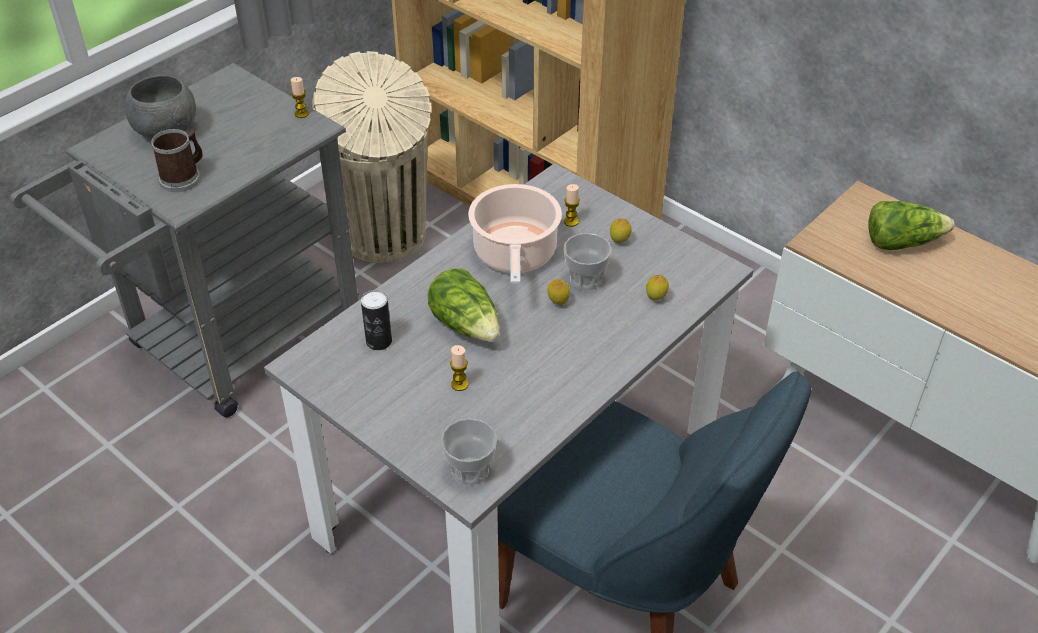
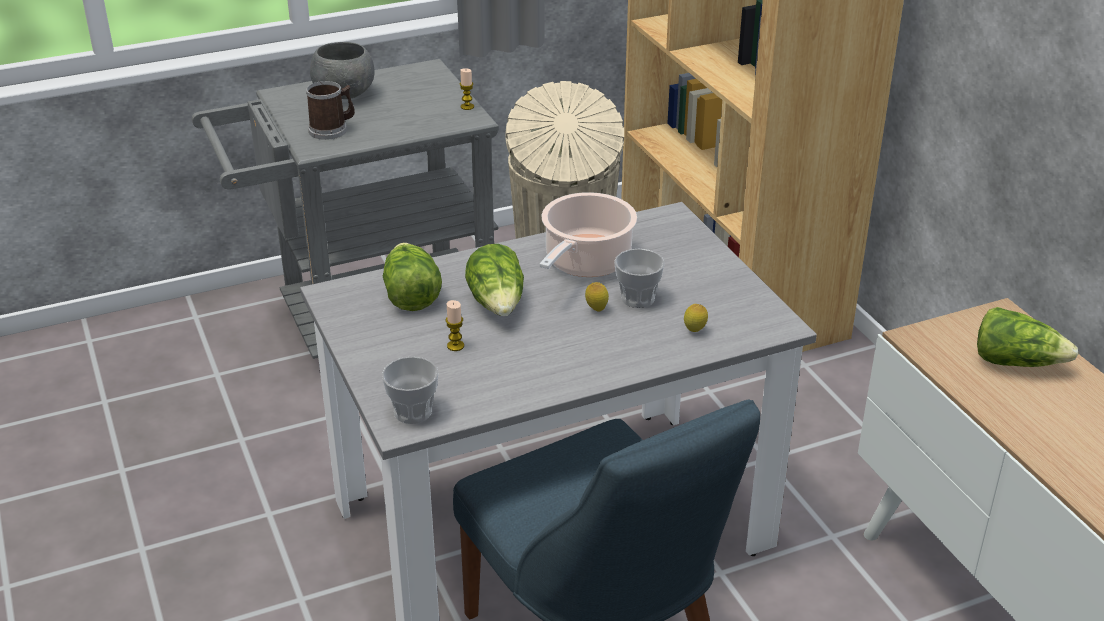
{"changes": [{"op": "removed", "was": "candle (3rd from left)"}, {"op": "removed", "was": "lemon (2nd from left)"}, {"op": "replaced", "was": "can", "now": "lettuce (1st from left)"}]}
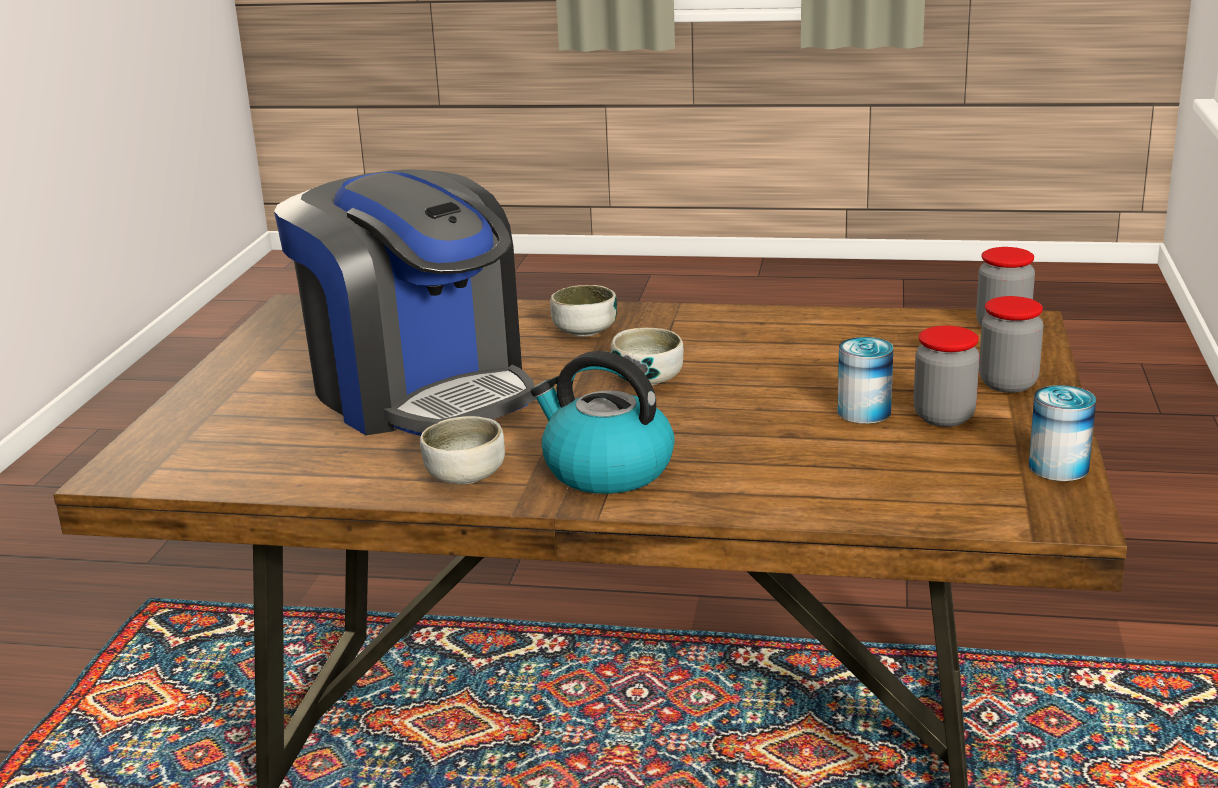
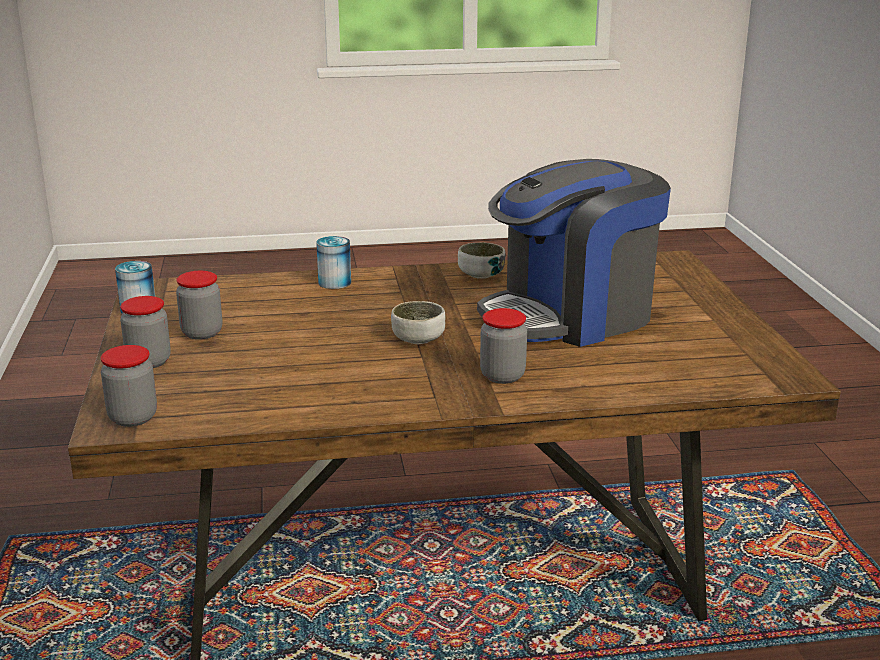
{"changes": [{"op": "removed", "was": "kettle"}, {"op": "moved", "was": "can (1st from left in the first image)", "now": "can (2nd from left)"}, {"op": "replaced", "was": "bowl (2nd from left)", "now": "jar (4th from left)"}, {"op": "turned", "was": "coffee machine", "clockwise": -60}]}
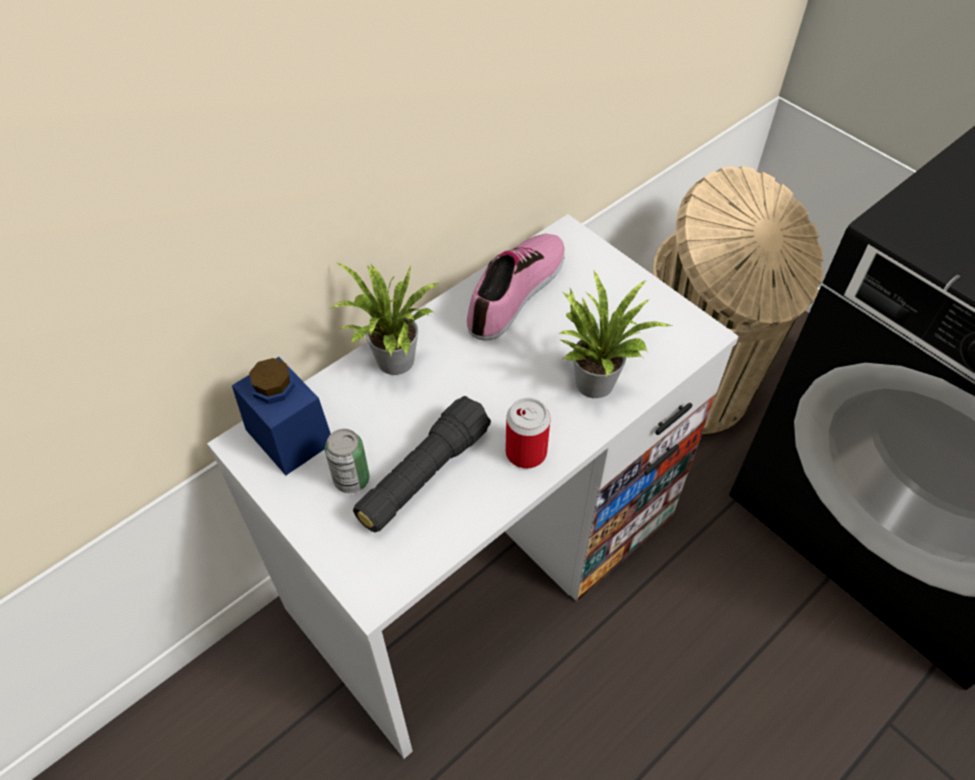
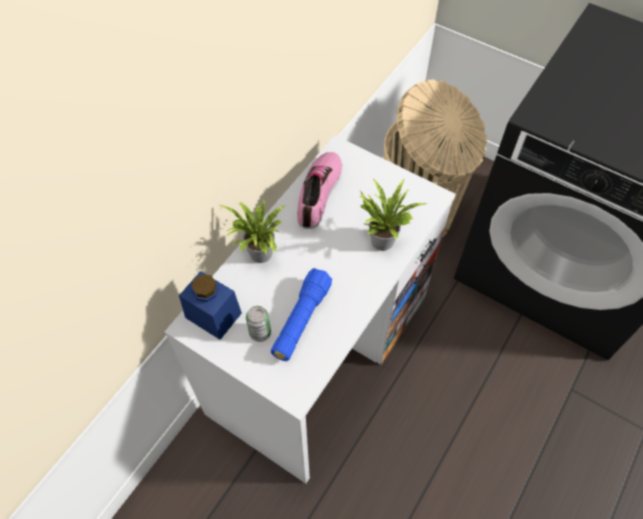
{"changes": [{"op": "removed", "was": "can (2nd from left)"}, {"op": "recoloured", "was": "black flashlight", "now": "blue flashlight"}]}
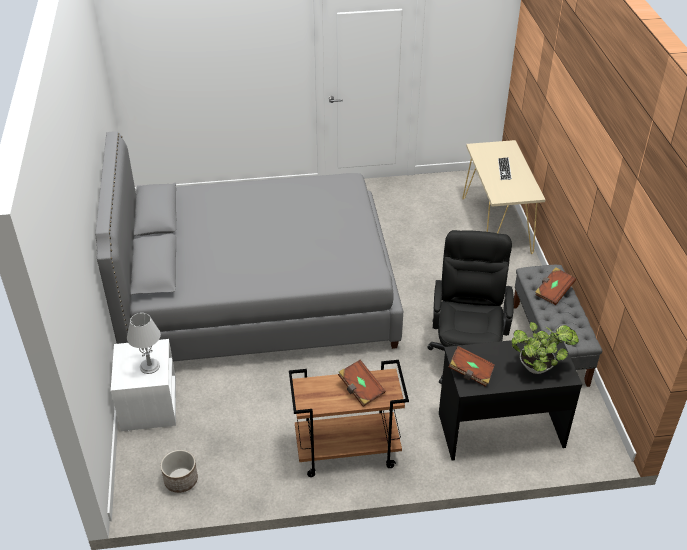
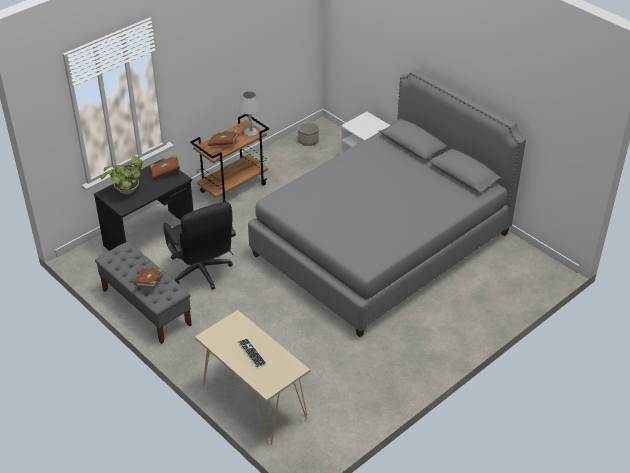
{"changes": [{"op": "moved", "was": "grey table lamp"}]}
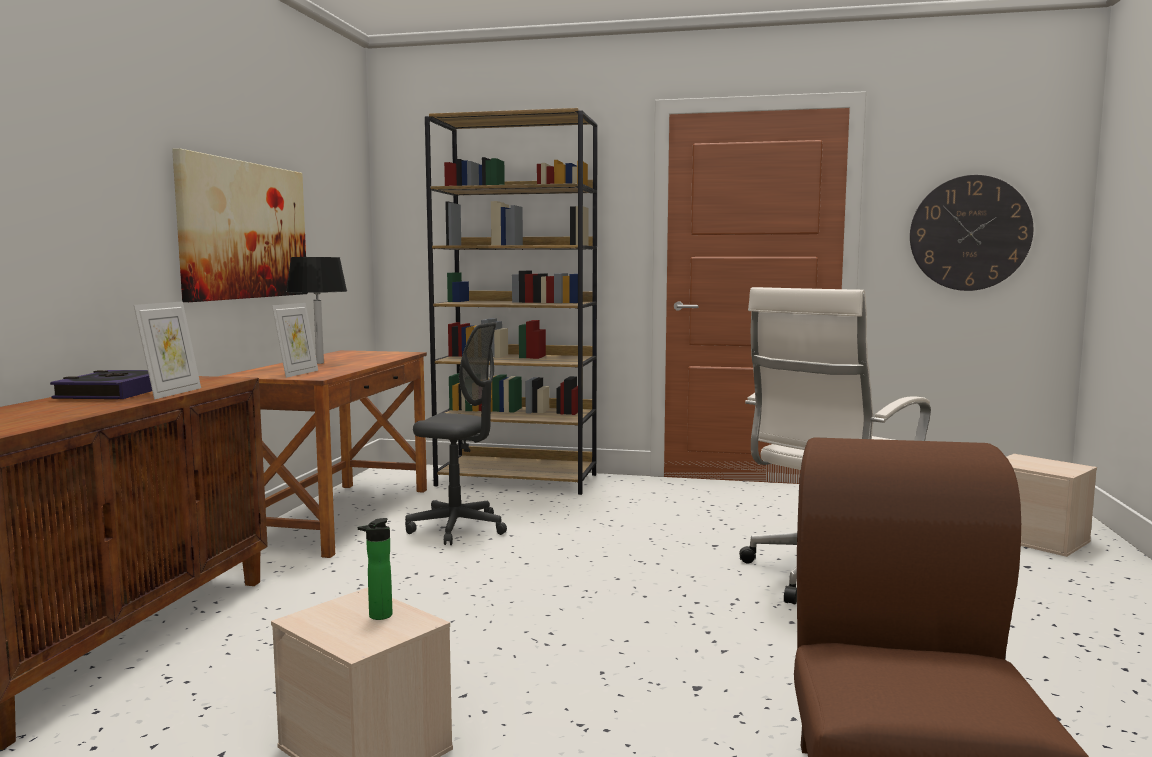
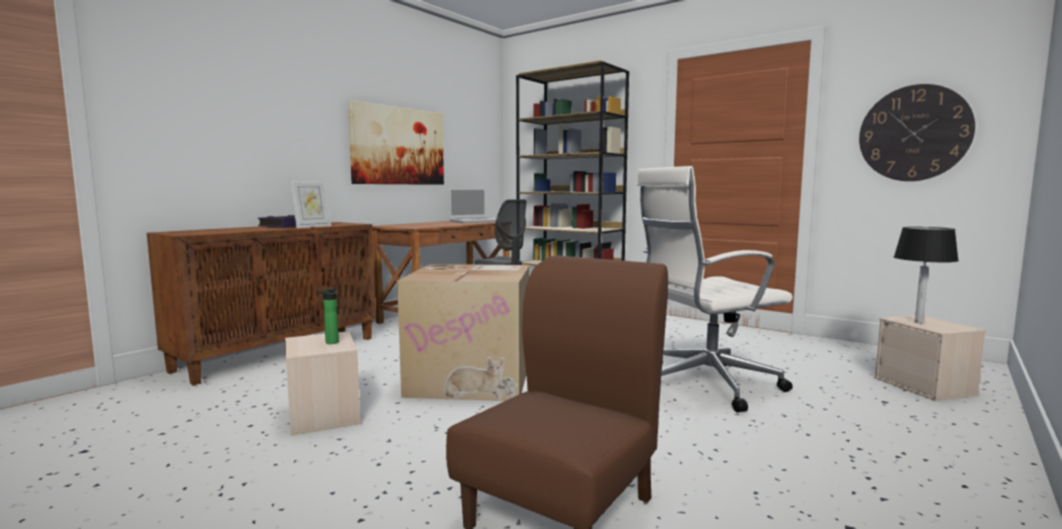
{"changes": [{"op": "removed", "was": "picture frame (2nd from left)"}, {"op": "added", "now": "cardboard box"}, {"op": "added", "now": "laptop"}, {"op": "moved", "was": "black table lamp"}]}
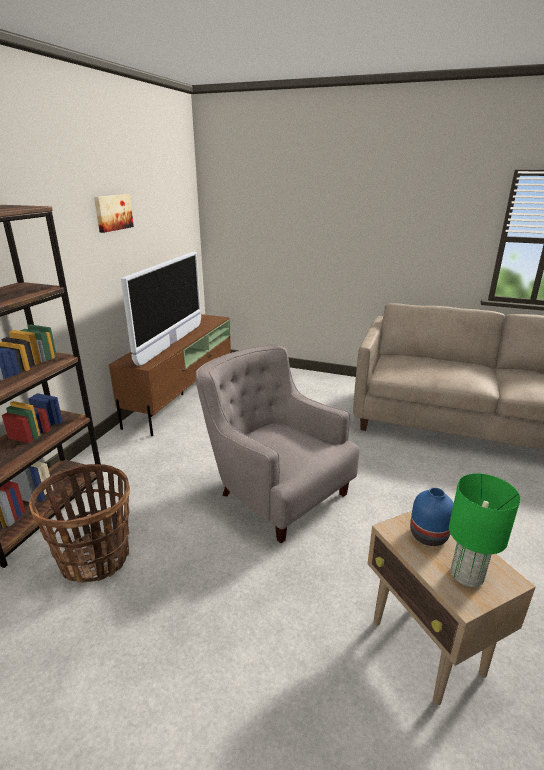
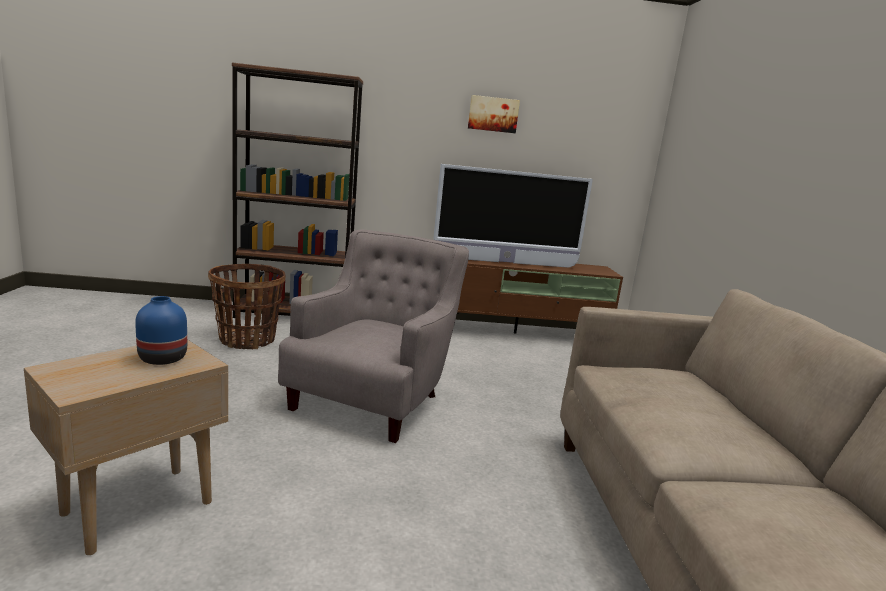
{"changes": [{"op": "removed", "was": "green table lamp"}]}
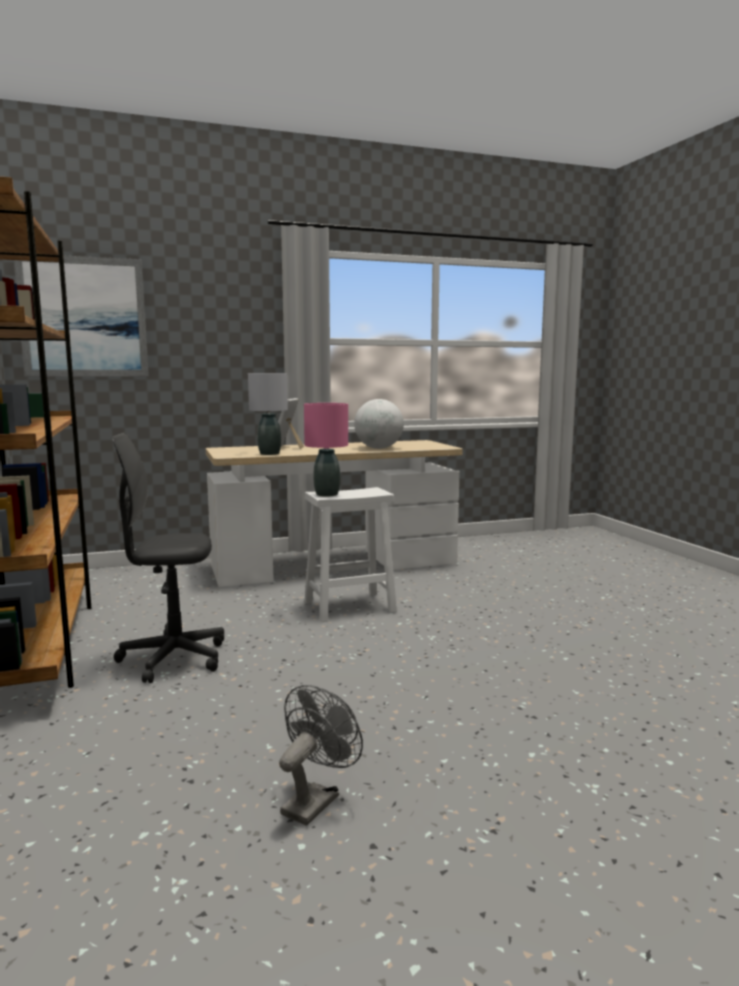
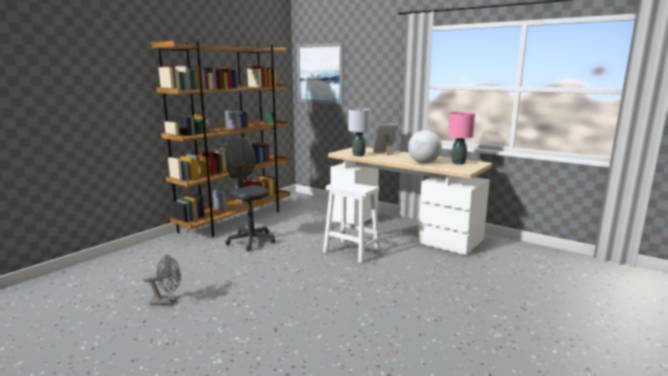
{"changes": [{"op": "moved", "was": "pink table lamp"}]}
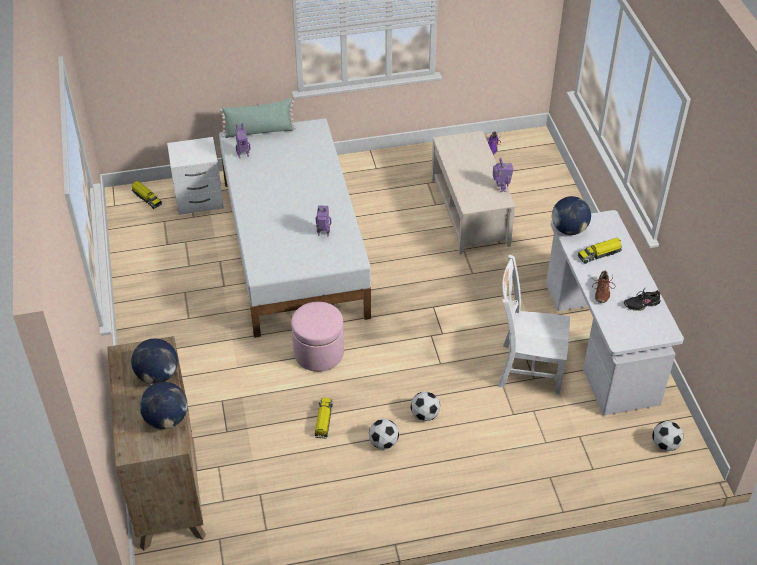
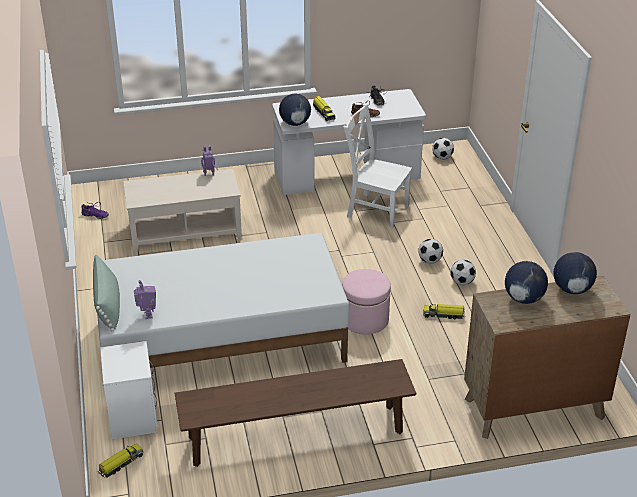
{"changes": [{"op": "removed", "was": "toy robot (2nd from left)"}, {"op": "added", "now": "brown bench"}, {"op": "turned", "was": "white chair", "clockwise": 105}]}
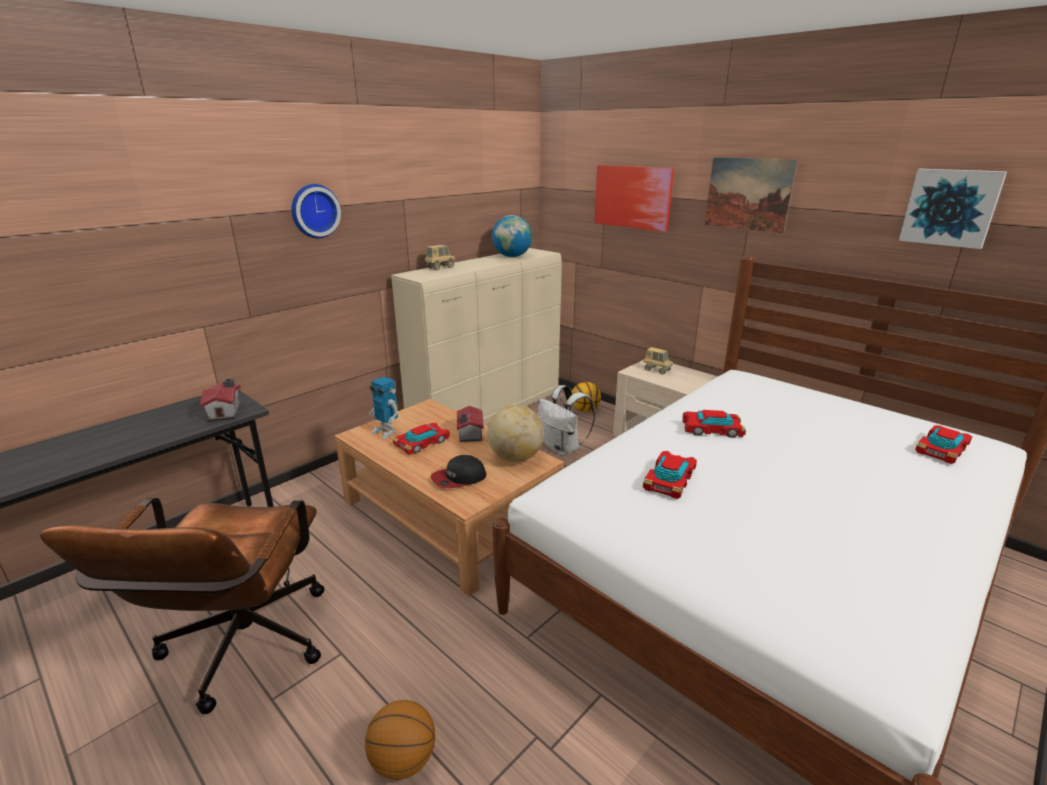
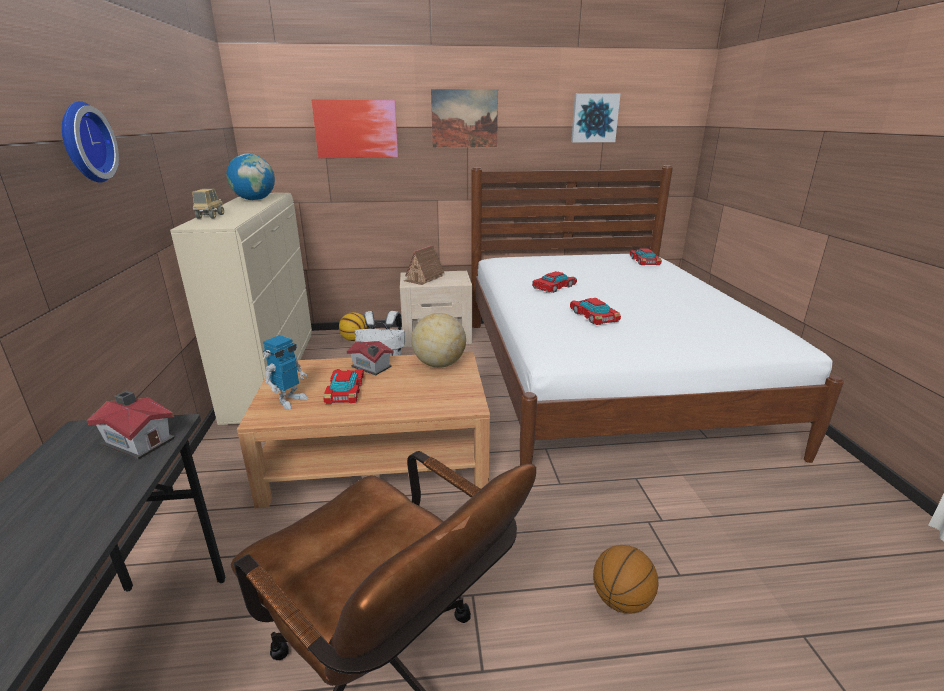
{"changes": [{"op": "removed", "was": "cap"}, {"op": "replaced", "was": "toy truck (2nd from left)", "now": "toy house (3rd from left)"}, {"op": "turned", "was": "toy robot", "clockwise": -45}]}
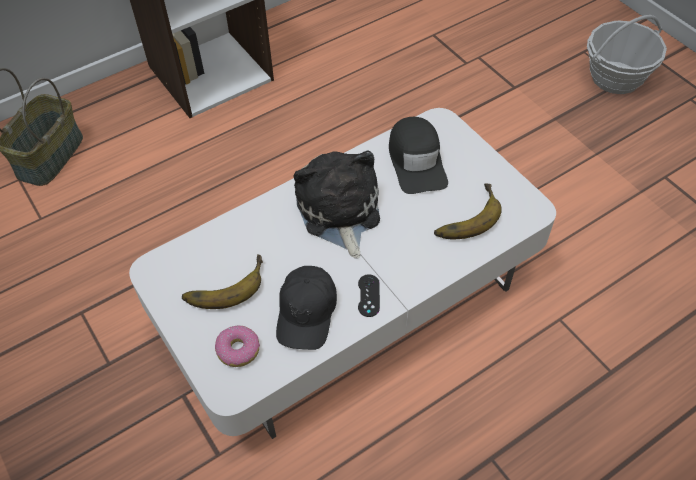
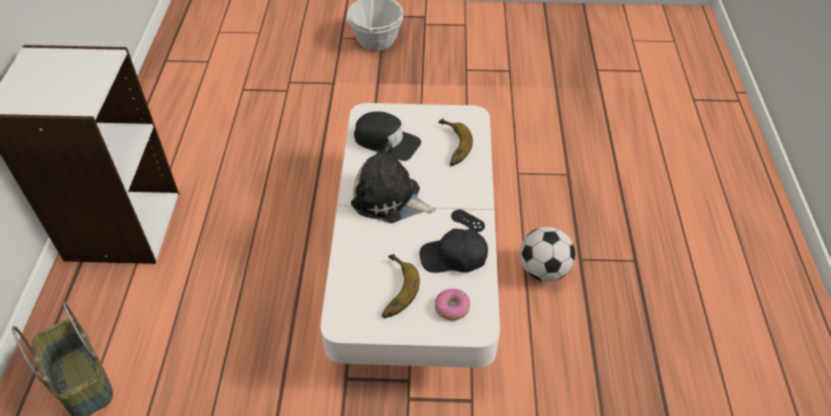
{"changes": [{"op": "added", "now": "football"}, {"op": "turned", "was": "black cap (1st from left in the first image)", "clockwise": 135}]}
